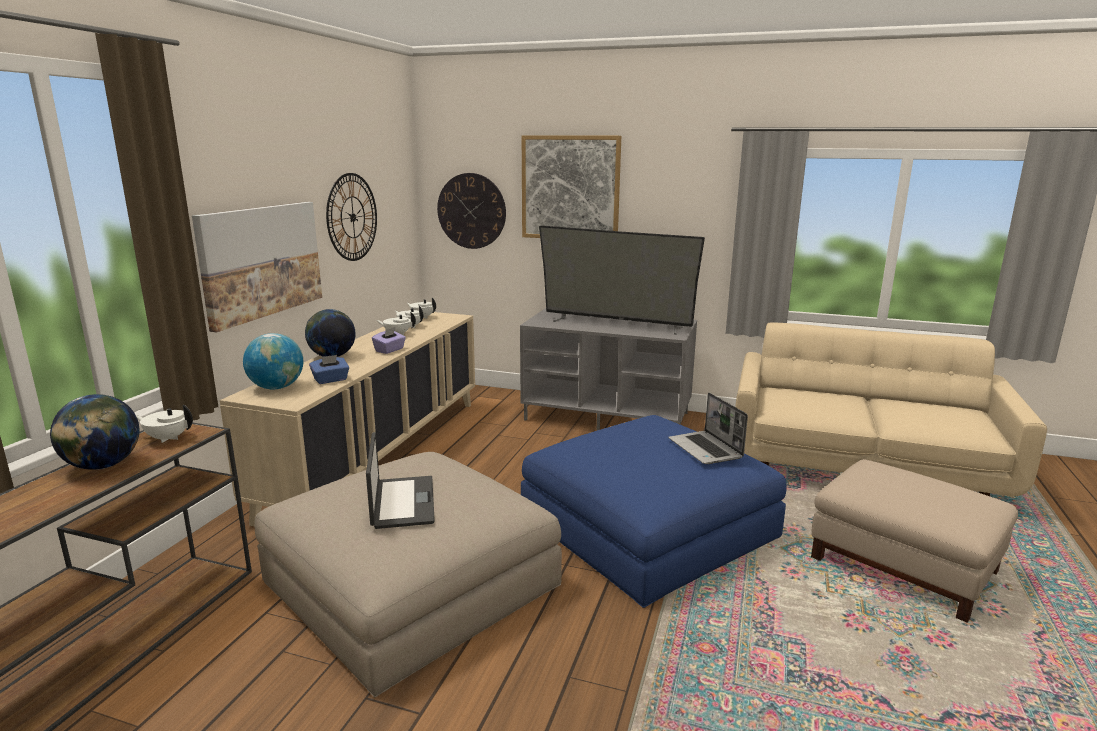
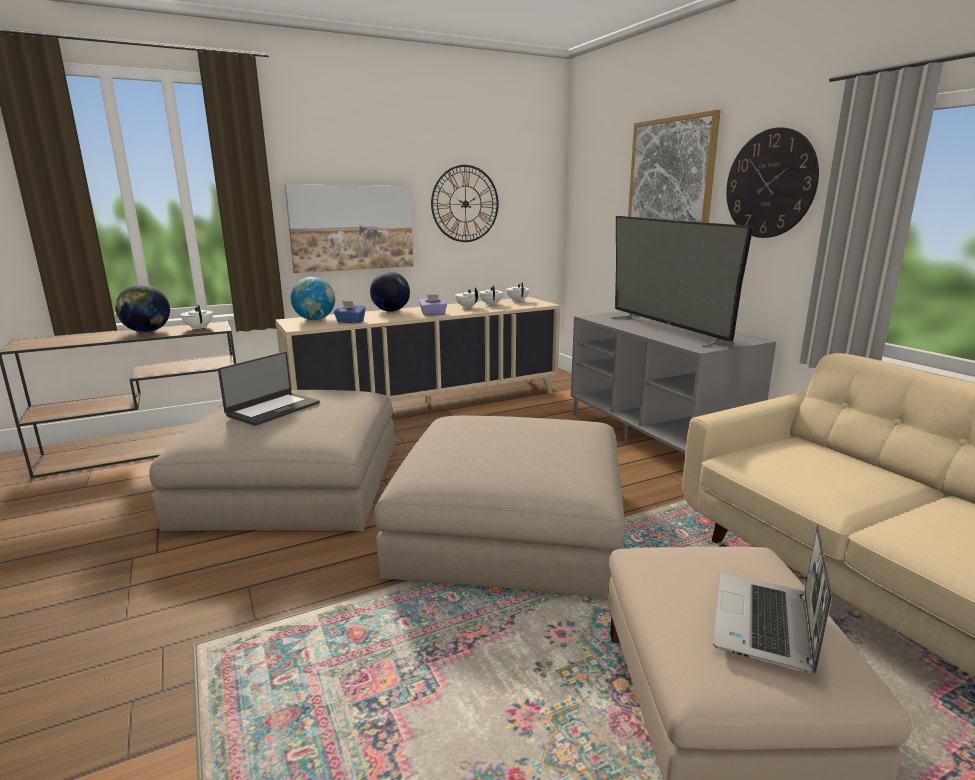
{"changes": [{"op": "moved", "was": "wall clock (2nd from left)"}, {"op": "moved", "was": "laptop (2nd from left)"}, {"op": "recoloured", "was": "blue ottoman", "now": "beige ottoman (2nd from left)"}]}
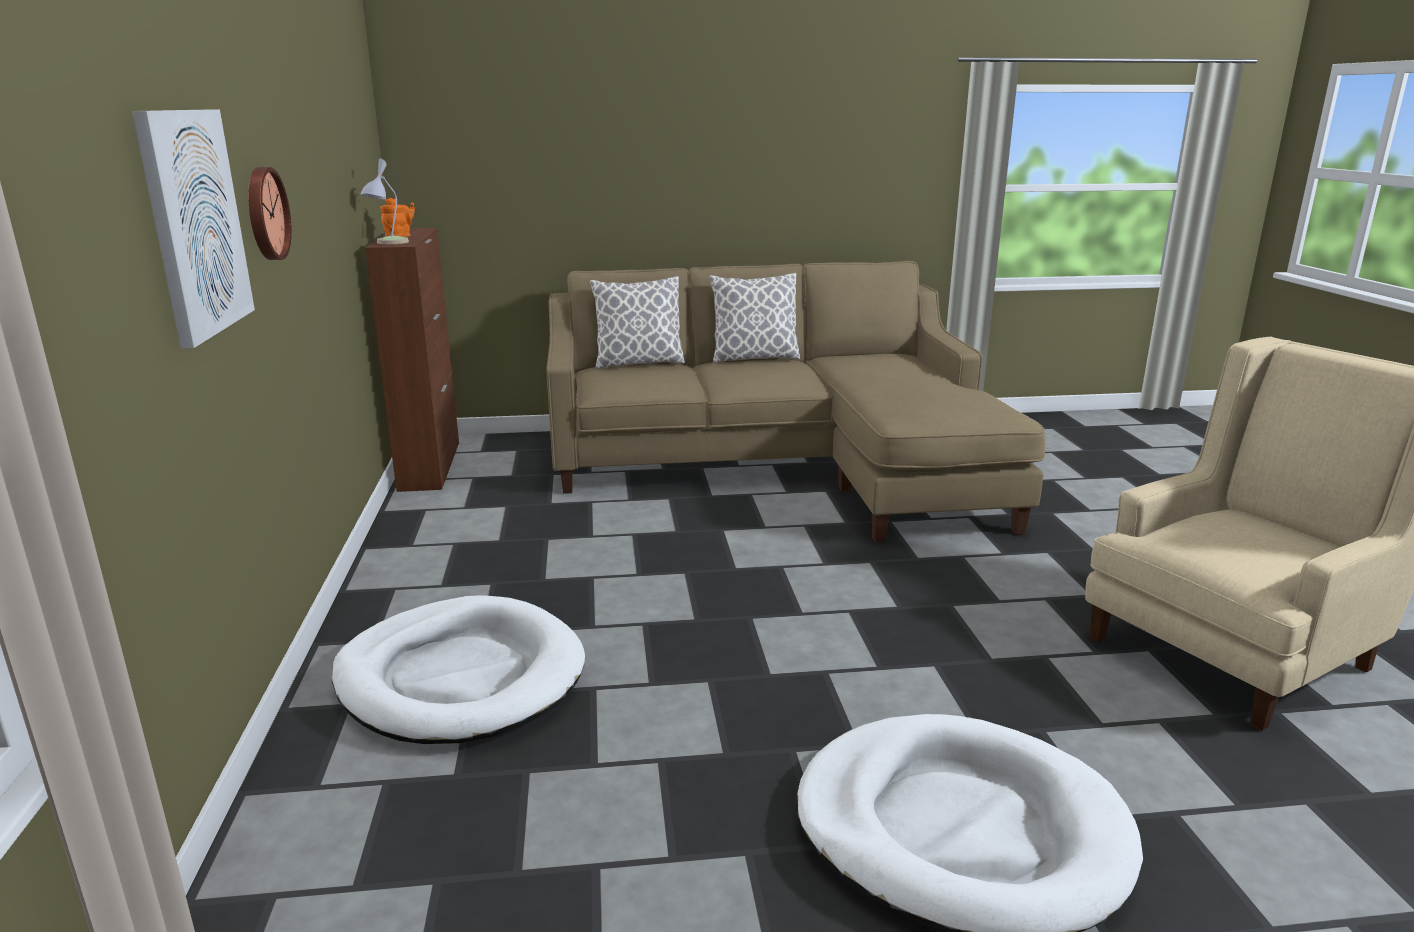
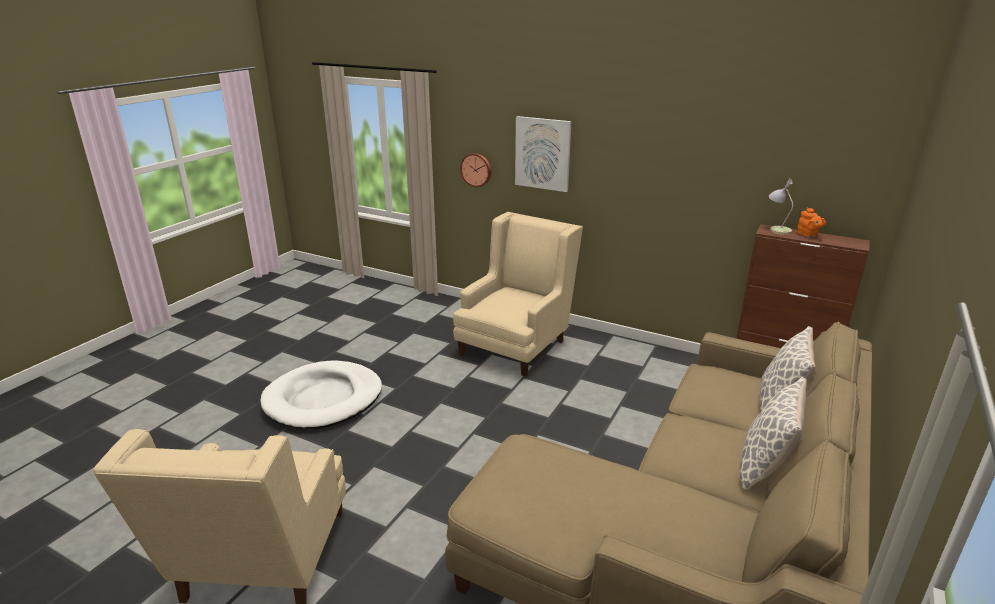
{"changes": [{"op": "moved", "was": "wall clock"}, {"op": "replaced", "was": "white dog bed (1st from left)", "now": "beige armchair (2nd from left)"}]}
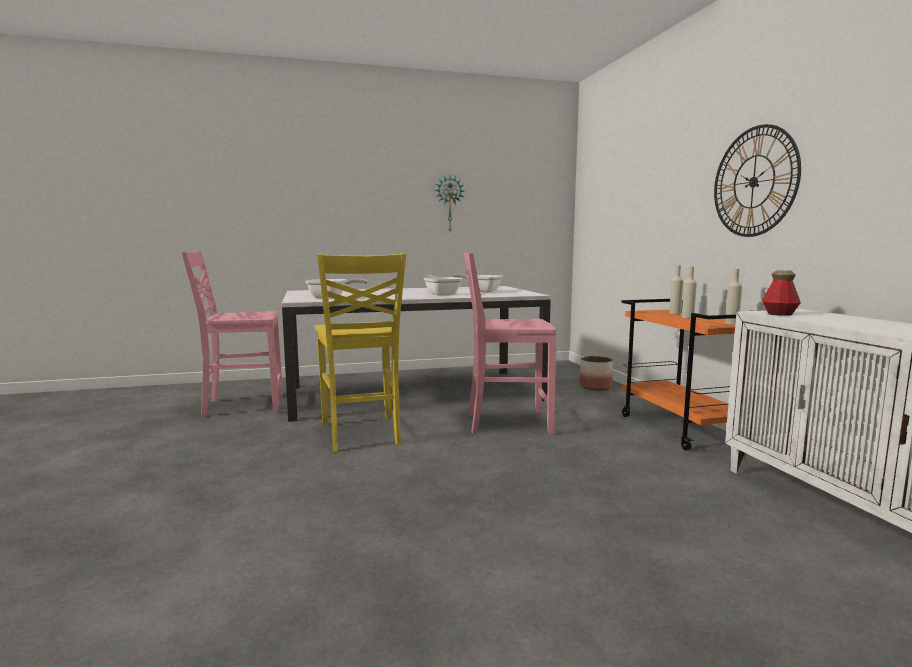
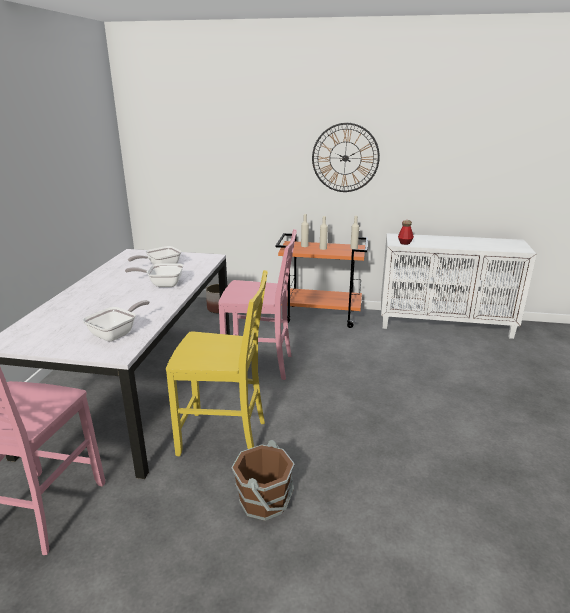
{"changes": [{"op": "removed", "was": "wall clock (1st from left)"}, {"op": "added", "now": "brown bucket"}, {"op": "turned", "was": "pink chair (2nd from left)", "clockwise": -105}]}
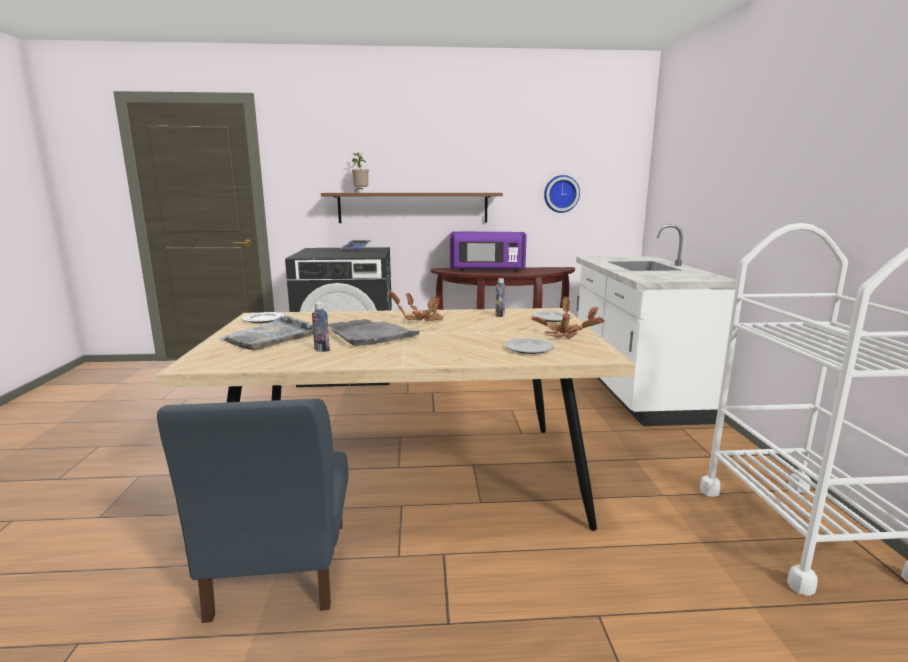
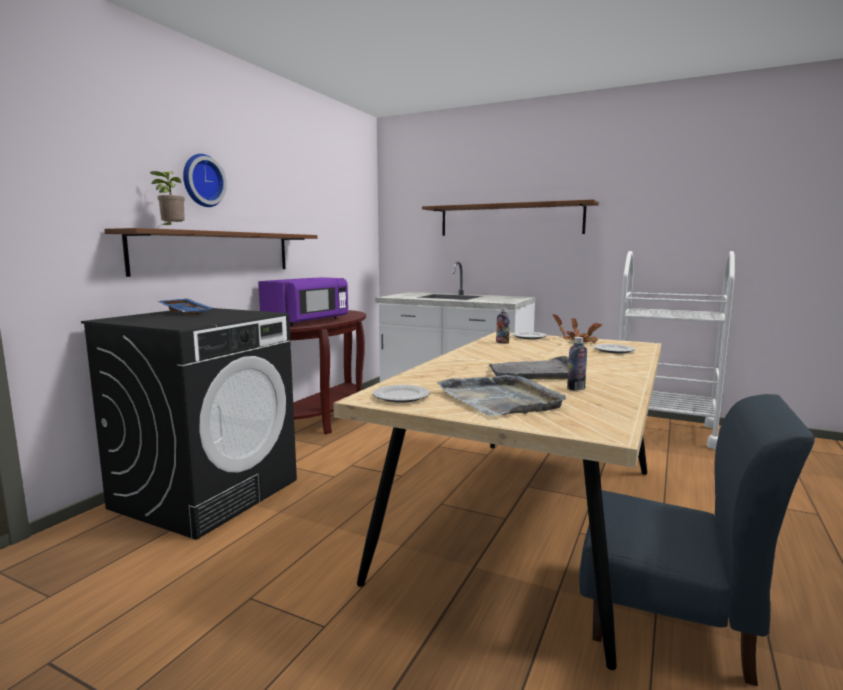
{"changes": [{"op": "removed", "was": "potted plant (2nd from left)"}, {"op": "added", "now": "brown shelf (2nd from left)"}, {"op": "moved", "was": "wall clock"}]}
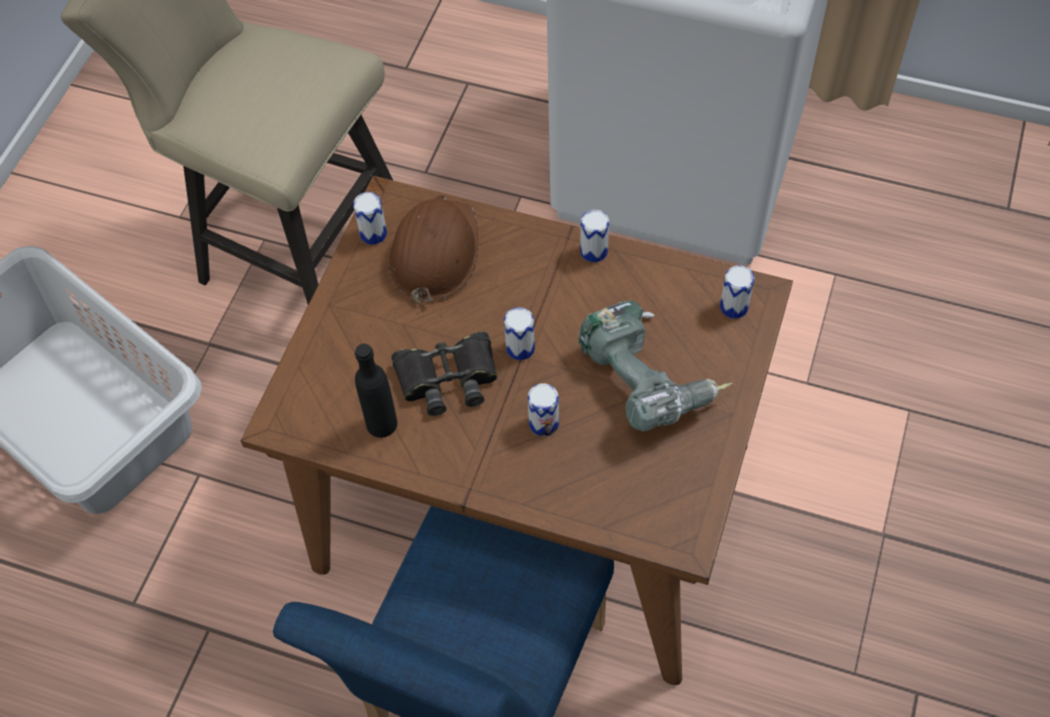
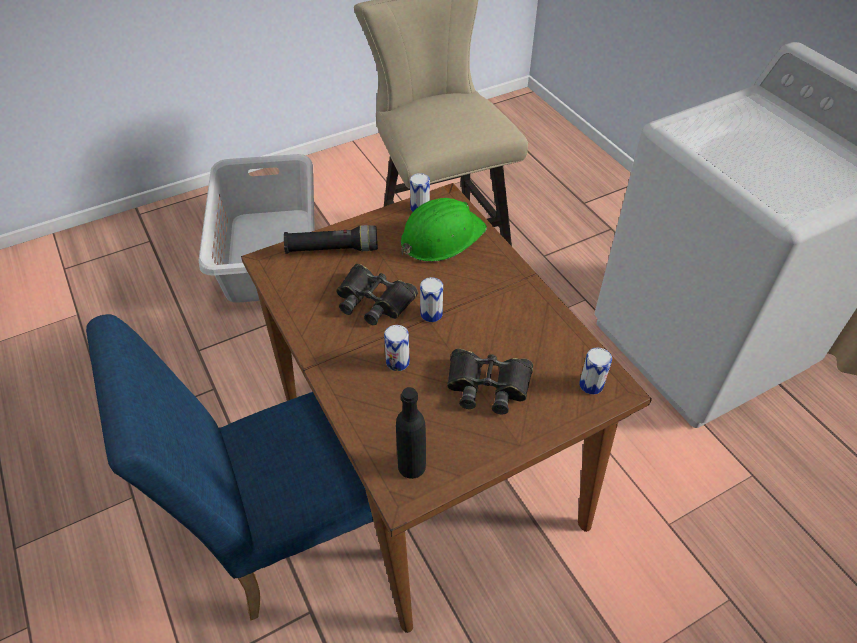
{"changes": [{"op": "removed", "was": "can (4th from left)"}, {"op": "added", "now": "black flashlight"}, {"op": "moved", "was": "black bottle"}, {"op": "replaced", "was": "power drill", "now": "black binoculars (2nd from left)"}, {"op": "recoloured", "was": "brown hard hat", "now": "green hard hat"}]}
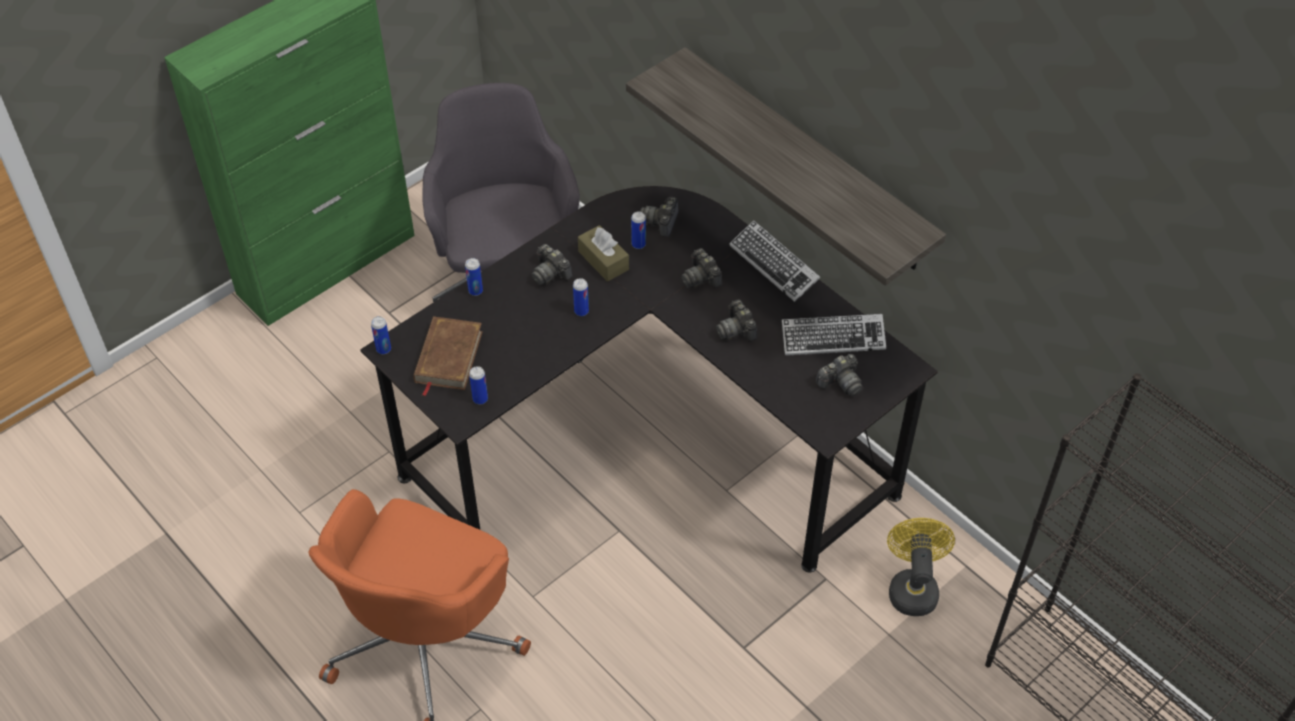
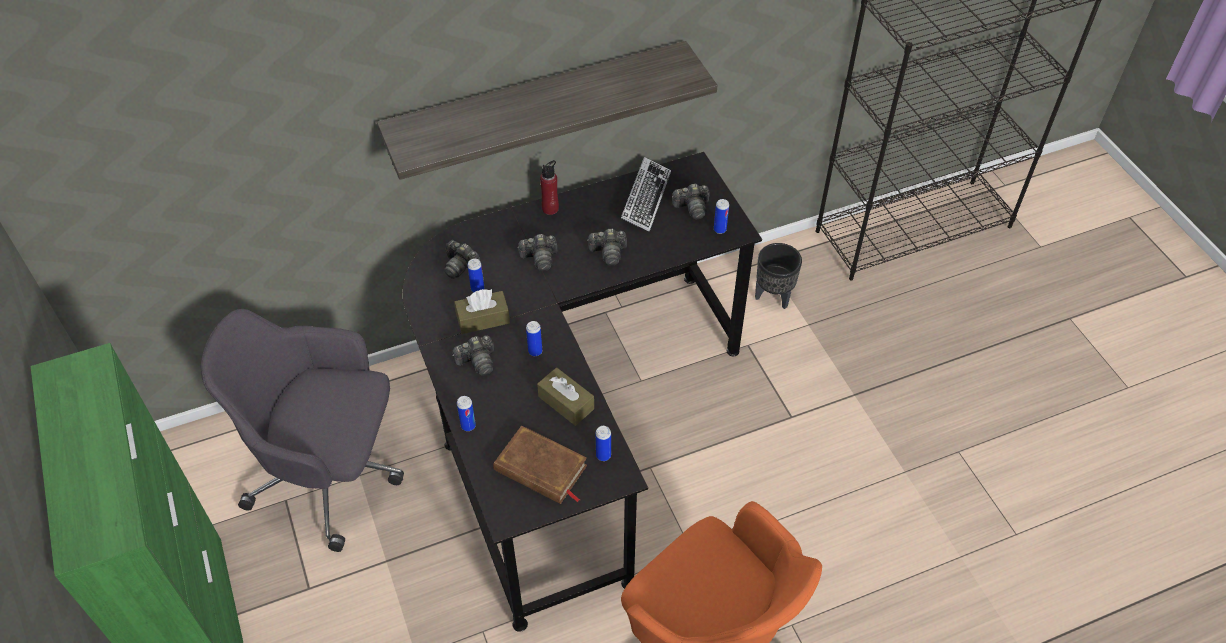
{"changes": [{"op": "added", "now": "brown tissue box (2nd from left)"}, {"op": "moved", "was": "can (1st from left in the first image)", "now": "can (5th from left)"}, {"op": "replaced", "was": "keyboard (1st from left)", "now": "red bottle"}, {"op": "replaced", "was": "yellow fan", "now": "black planter"}, {"op": "turned", "was": "photo camera (5th from left)", "clockwise": 90}]}
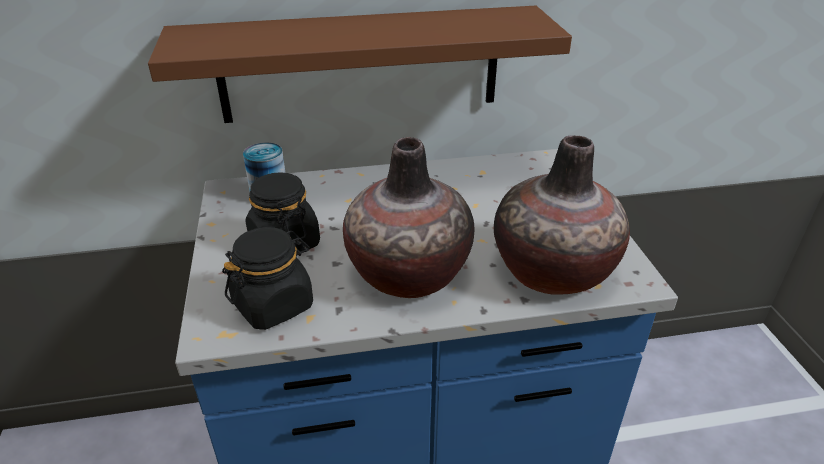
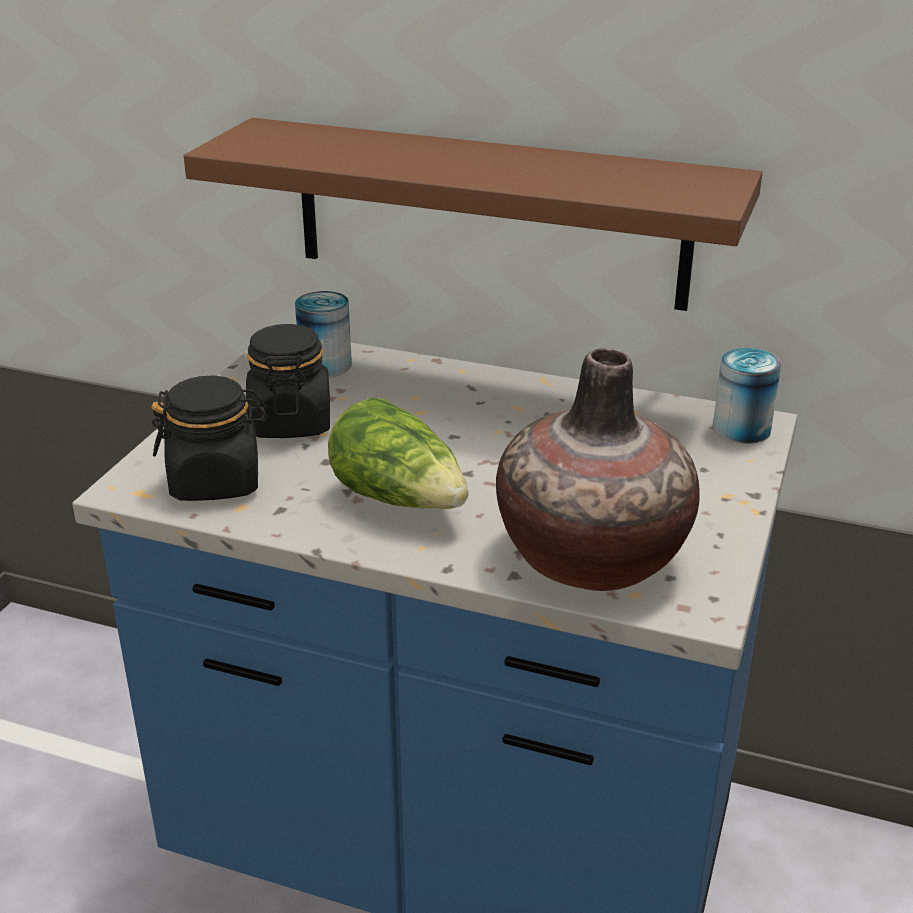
{"changes": [{"op": "added", "now": "can (2nd from left)"}, {"op": "replaced", "was": "vase (1st from left)", "now": "lettuce"}]}
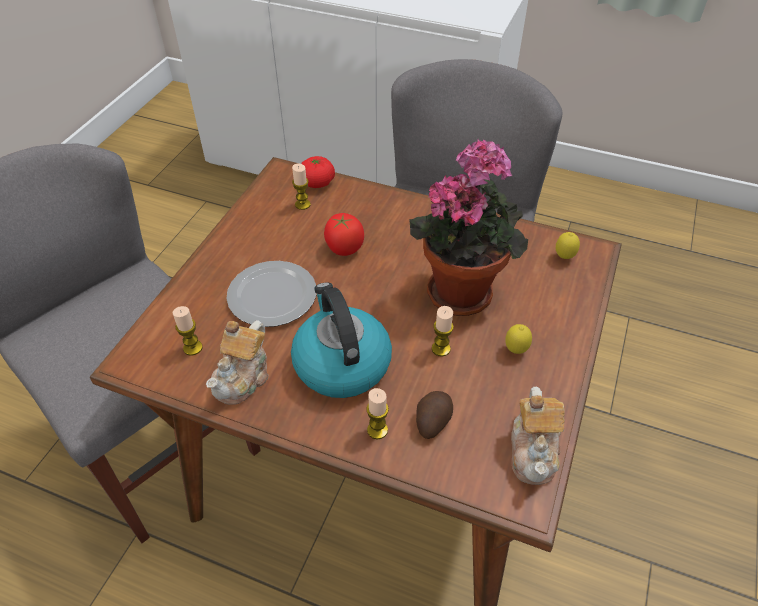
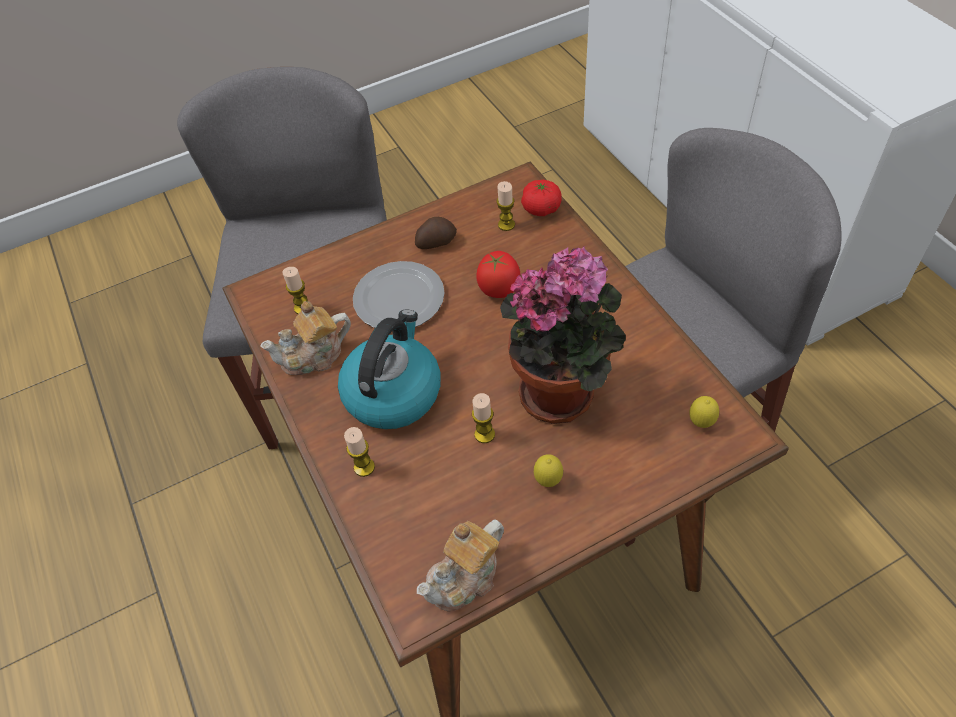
{"changes": [{"op": "moved", "was": "potato"}]}
